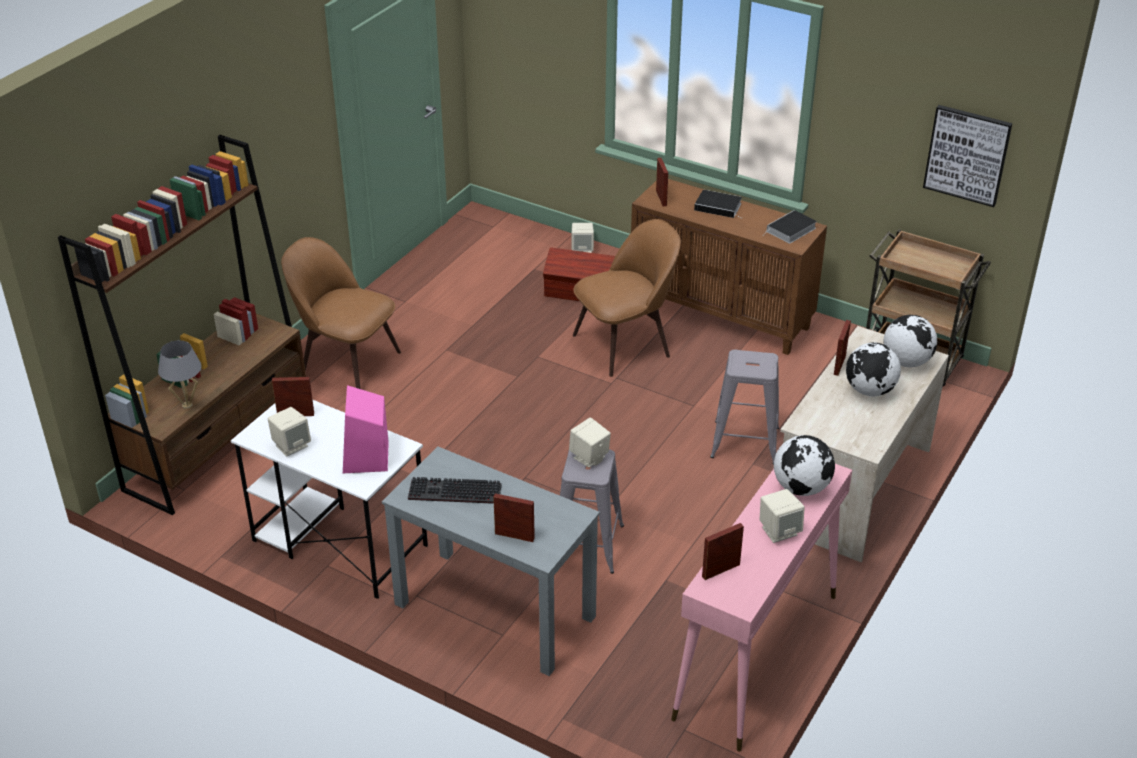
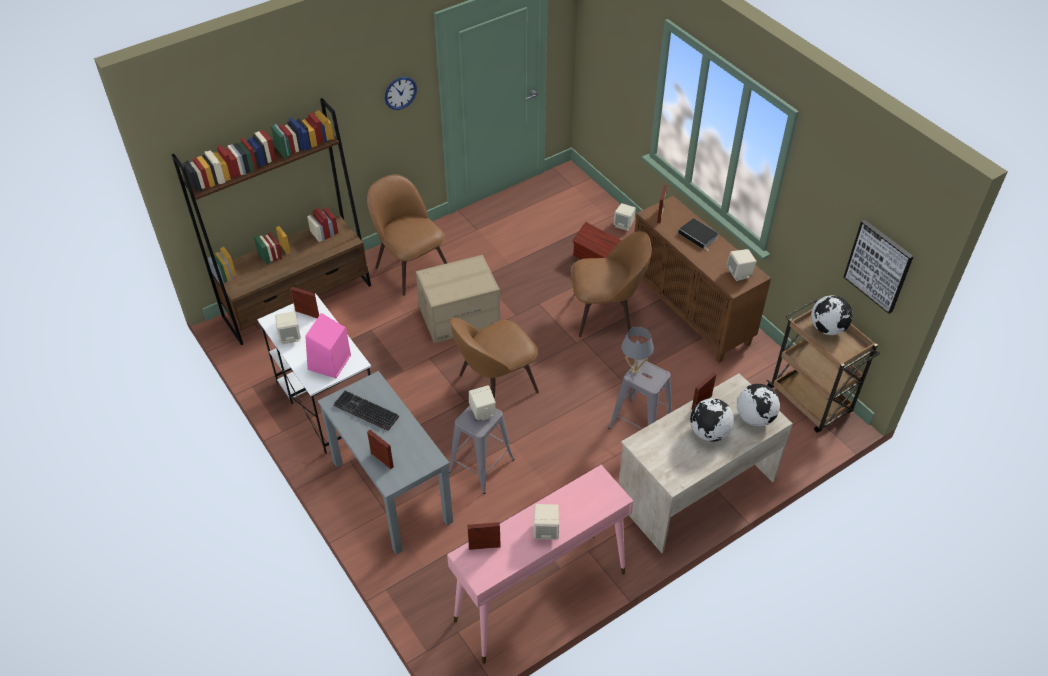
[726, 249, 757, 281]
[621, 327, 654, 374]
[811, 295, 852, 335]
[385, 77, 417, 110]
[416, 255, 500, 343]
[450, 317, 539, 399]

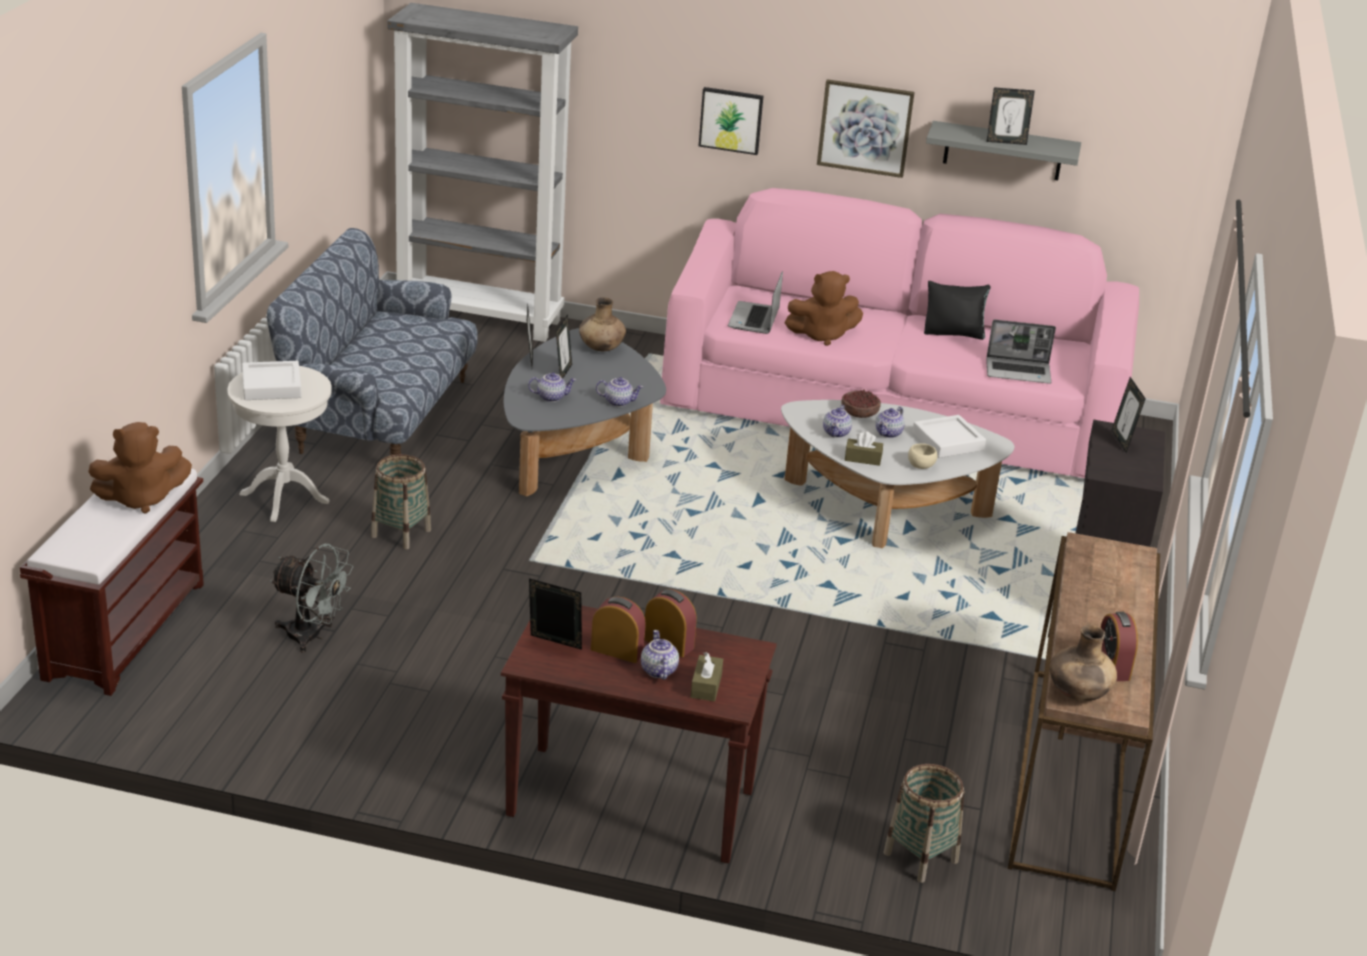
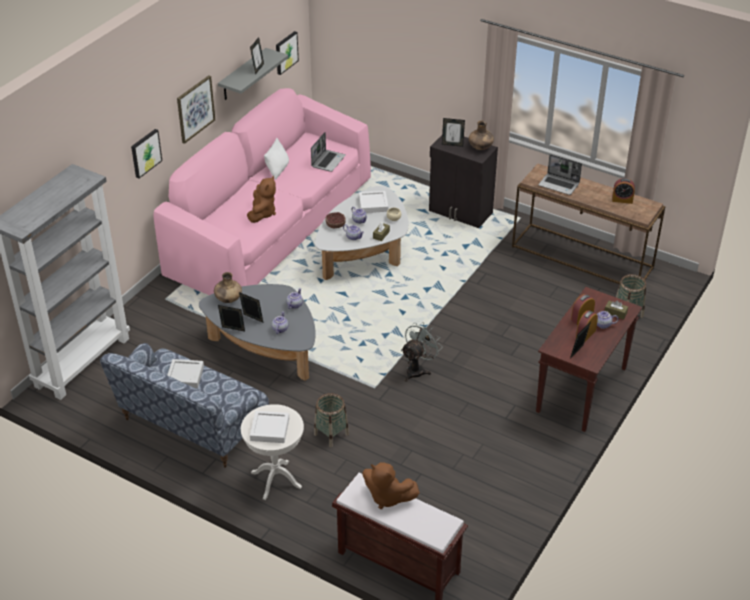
[538, 154, 582, 195]
[264, 138, 289, 179]
[362, 462, 420, 509]
[401, 322, 443, 382]
[469, 120, 494, 150]
[276, 31, 299, 75]
[167, 359, 204, 388]

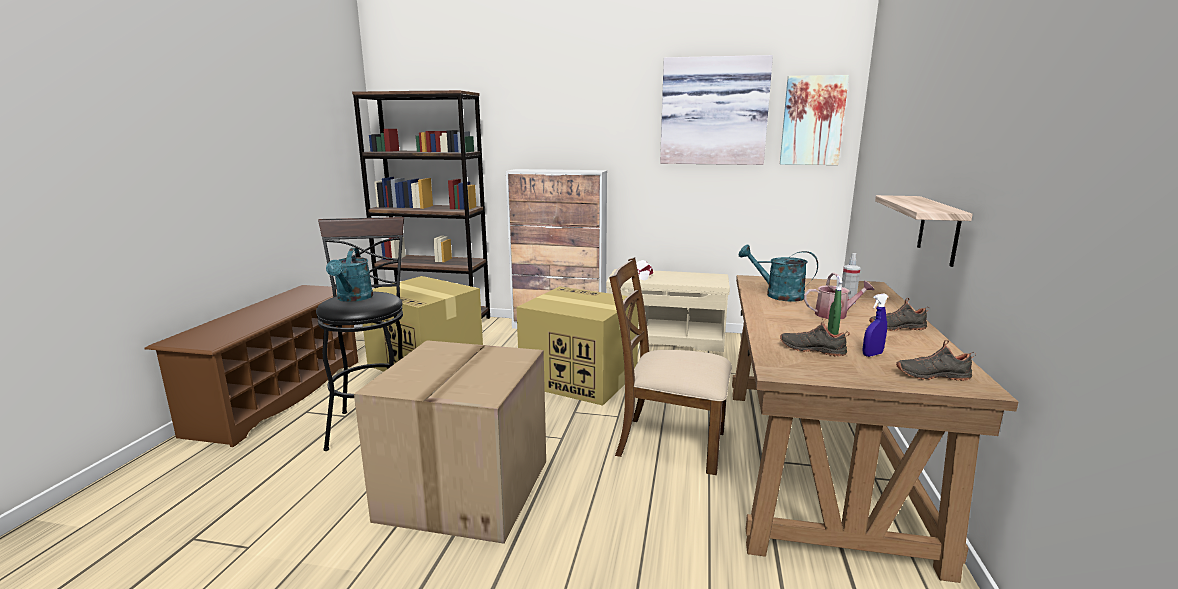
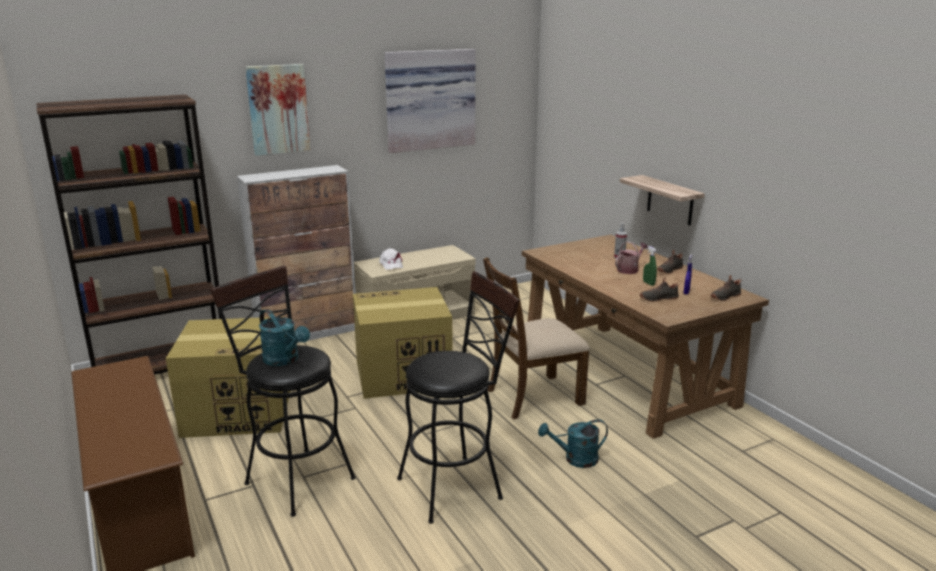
[245, 64, 310, 156]
[538, 419, 608, 468]
[397, 271, 520, 524]

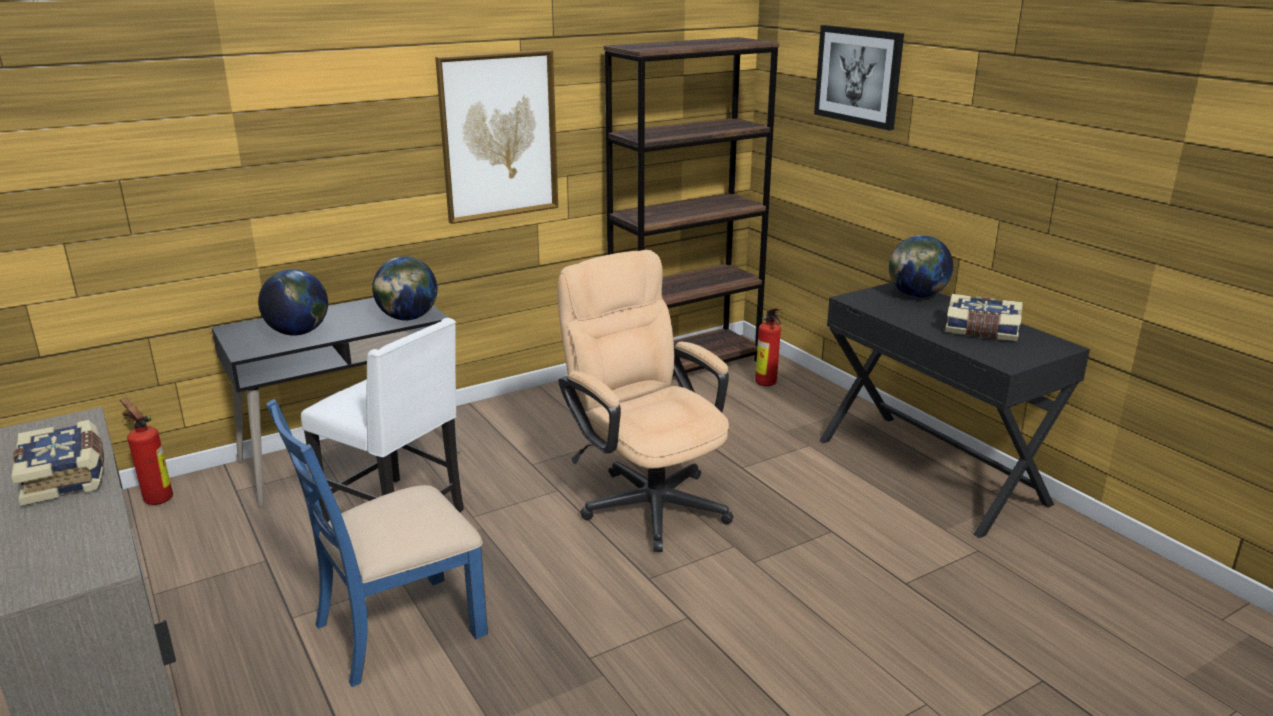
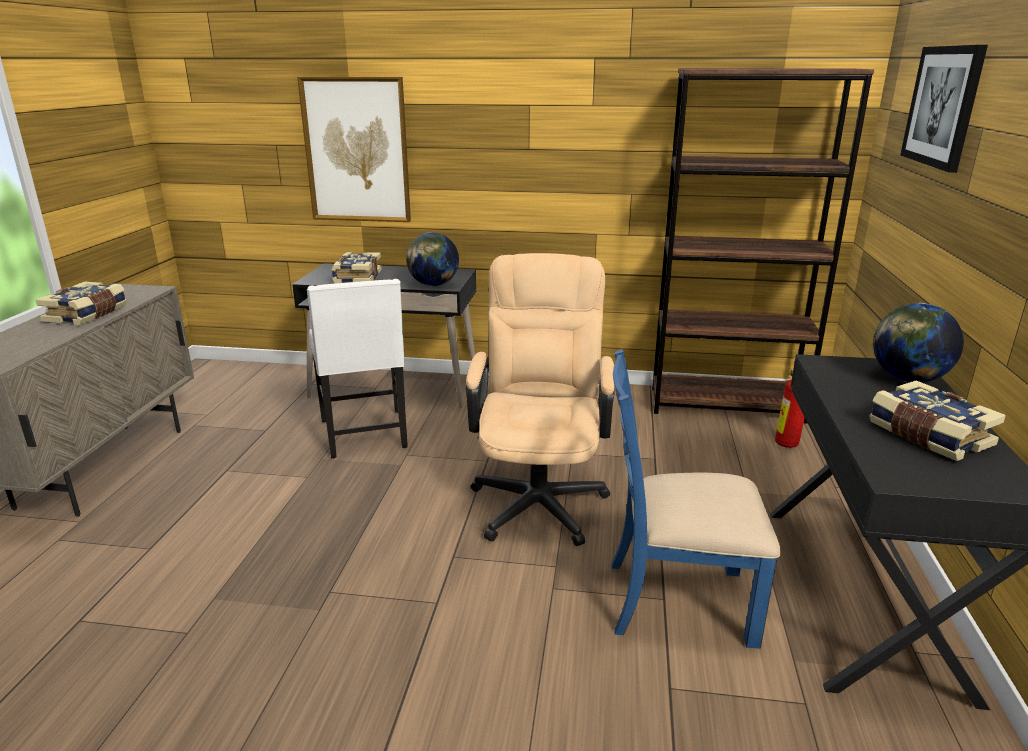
[297, 77, 411, 222]
[331, 252, 382, 284]
[120, 397, 173, 505] (first image)
[611, 349, 781, 649]

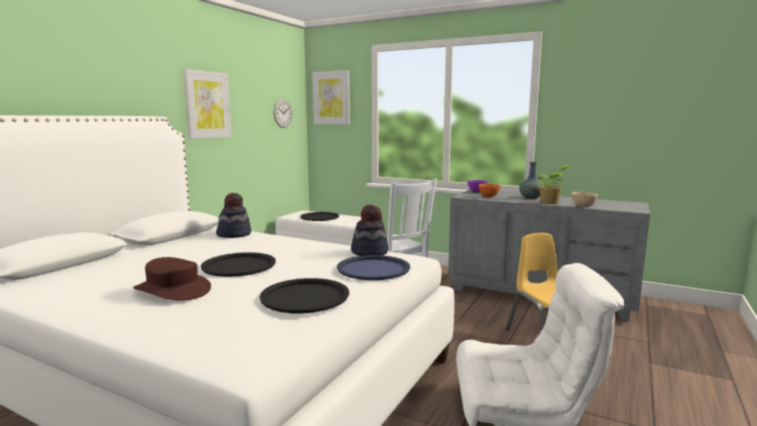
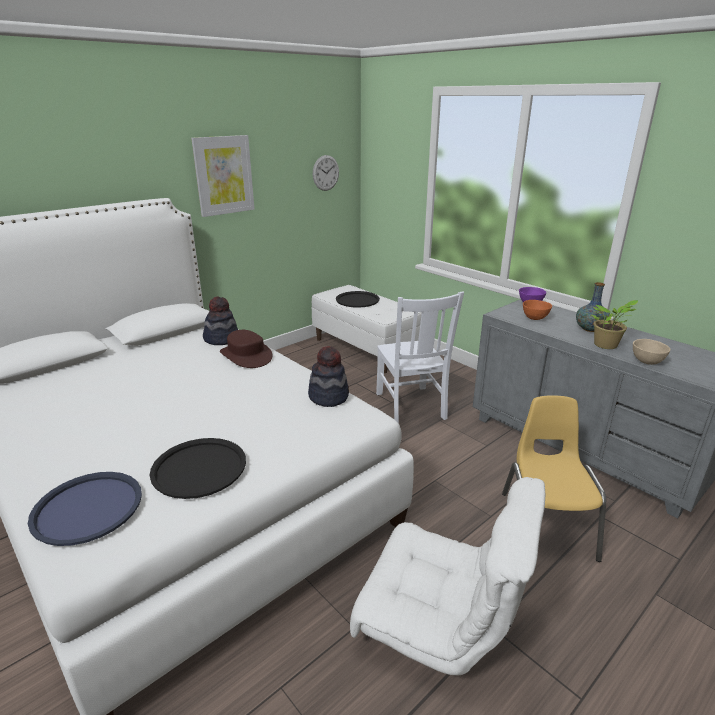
[312, 70, 350, 124] (first image)
[201, 252, 276, 277] (first image)
[28, 472, 142, 546]
[220, 330, 273, 368]

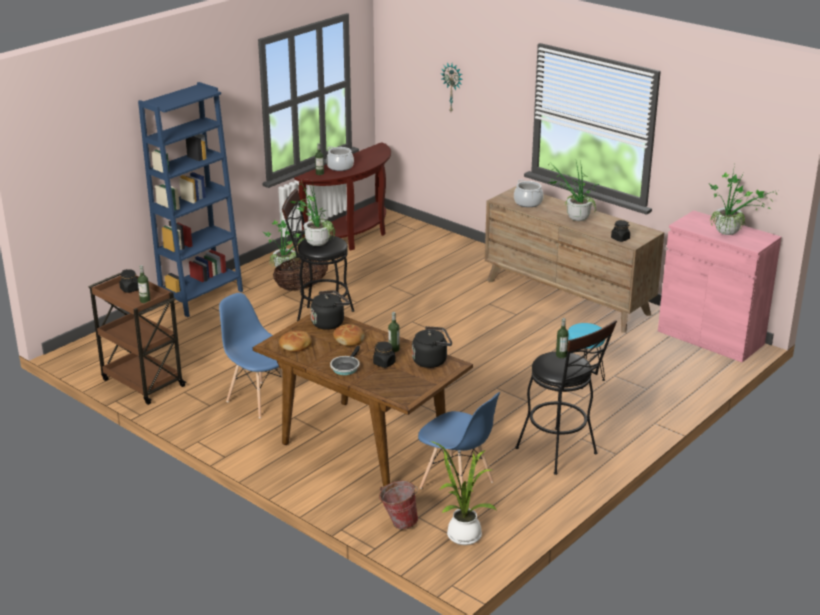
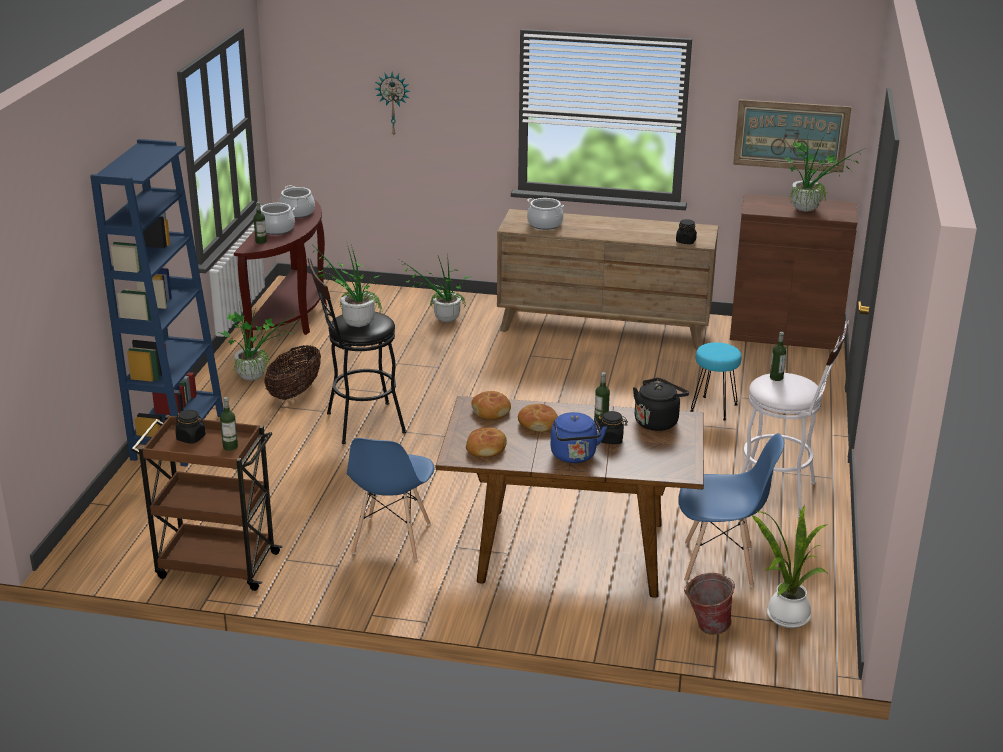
[400, 254, 471, 322]
[730, 194, 857, 350]
[471, 391, 511, 420]
[347, 438, 435, 561]
[741, 319, 849, 518]
[551, 412, 607, 463]
[733, 99, 852, 173]
[279, 185, 315, 218]

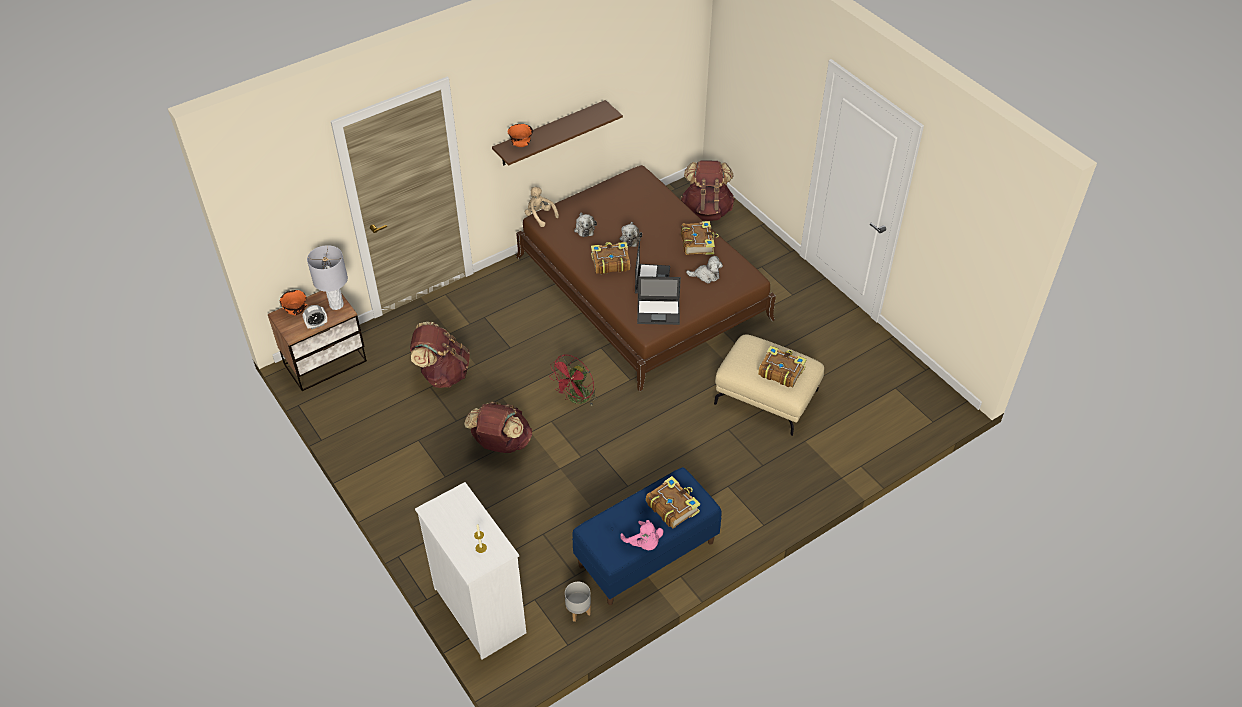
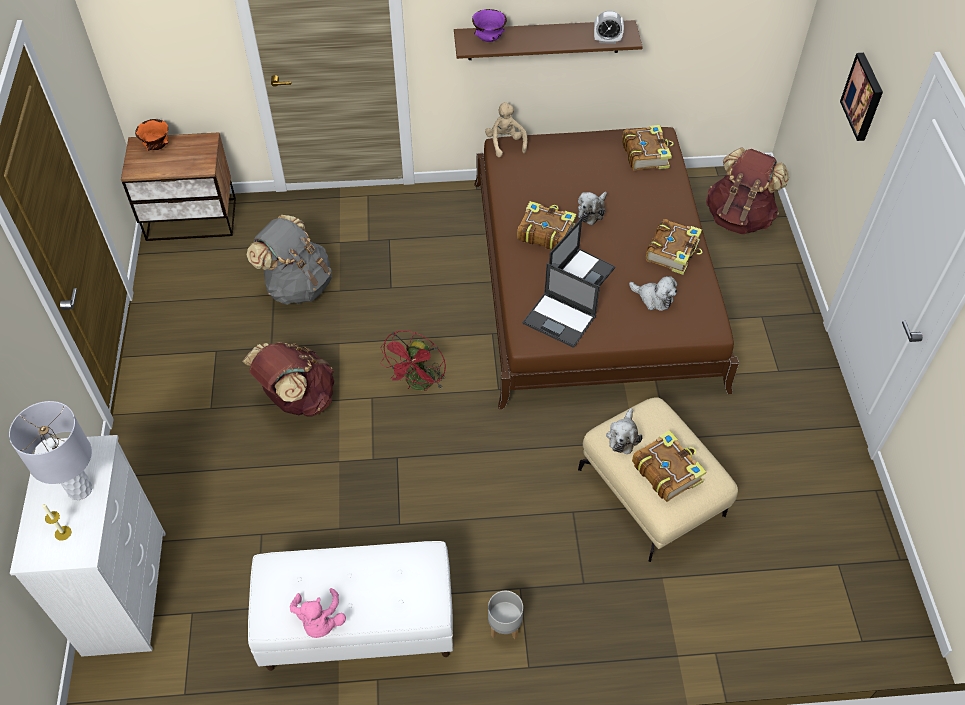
[472, 9, 507, 42]
[606, 408, 643, 454]
[9, 401, 93, 500]
[594, 11, 624, 44]
[247, 215, 332, 305]
[380, 330, 446, 391]
[248, 541, 453, 671]
[622, 125, 674, 171]
[488, 591, 523, 639]
[840, 53, 883, 141]

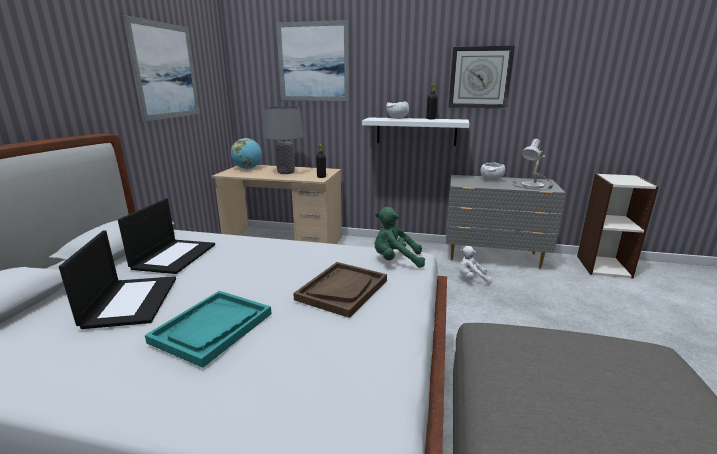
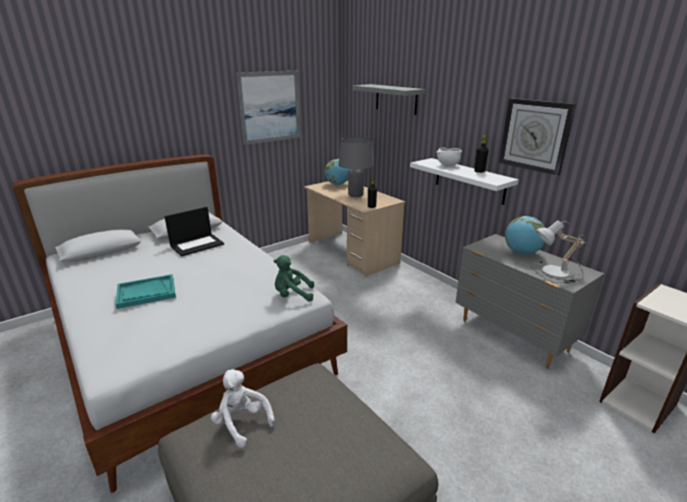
[352, 84, 425, 115]
[505, 216, 545, 254]
[274, 255, 314, 302]
[59, 230, 176, 329] (first image)
[211, 369, 275, 448]
[293, 262, 387, 318] (first image)

